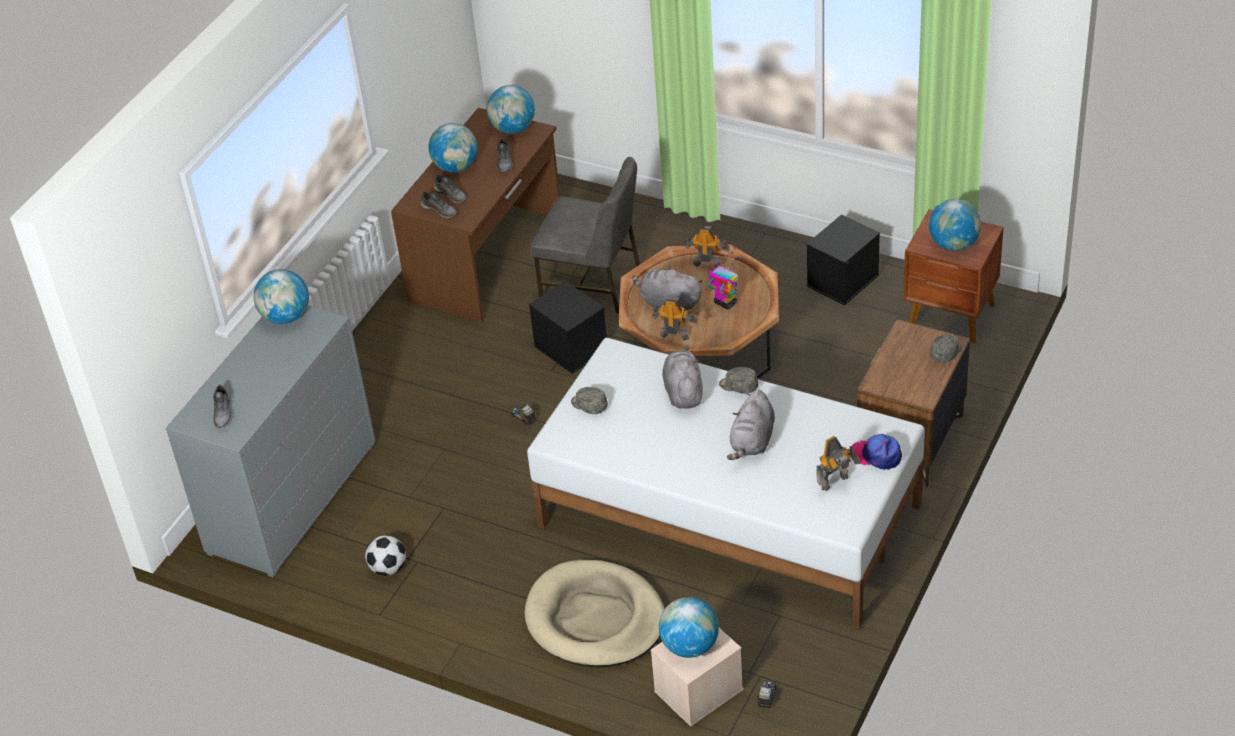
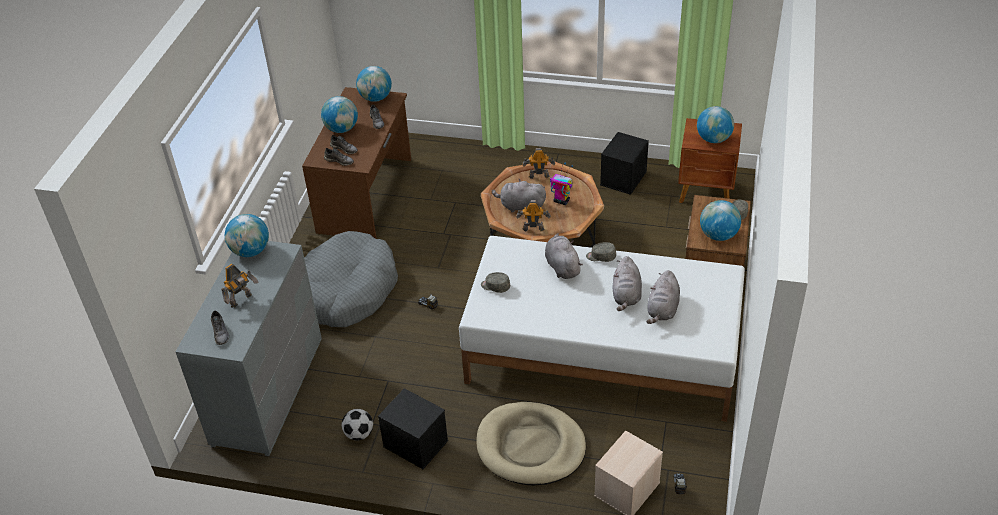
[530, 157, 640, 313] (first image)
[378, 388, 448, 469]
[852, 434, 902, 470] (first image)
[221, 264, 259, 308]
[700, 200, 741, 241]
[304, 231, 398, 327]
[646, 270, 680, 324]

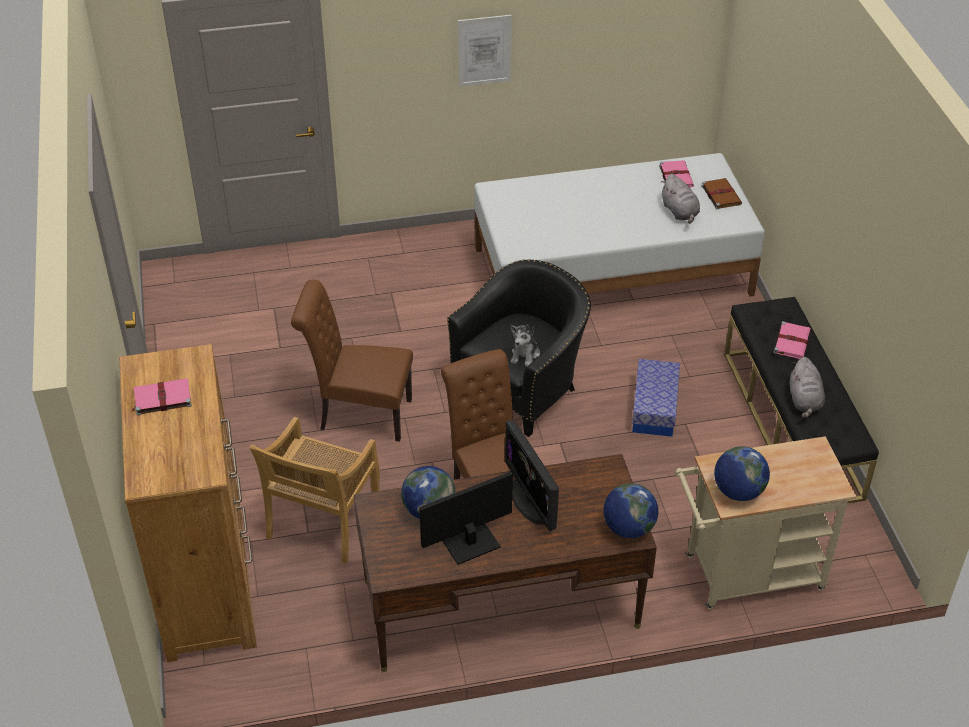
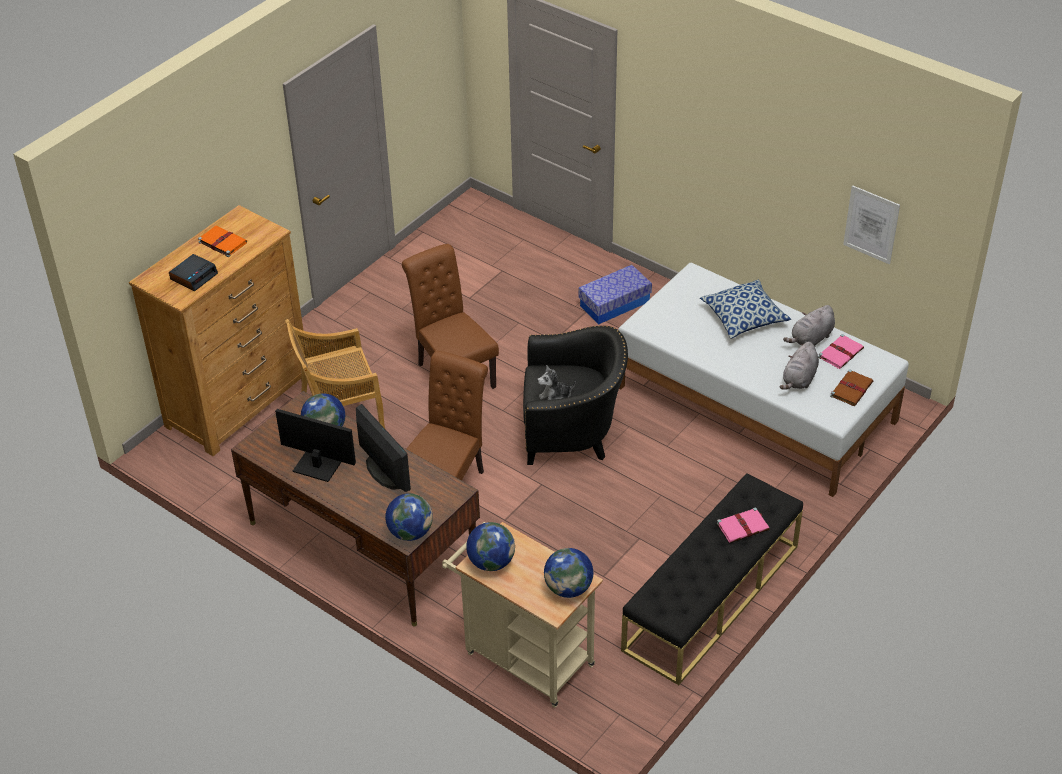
[843, 185, 900, 264]
[783, 305, 835, 346]
[579, 265, 652, 324]
[198, 225, 247, 257]
[356, 404, 411, 492]
[169, 254, 218, 291]
[700, 280, 791, 339]
[544, 548, 593, 598]

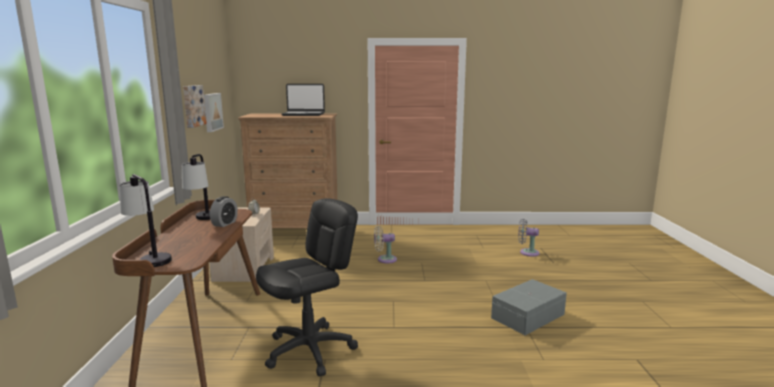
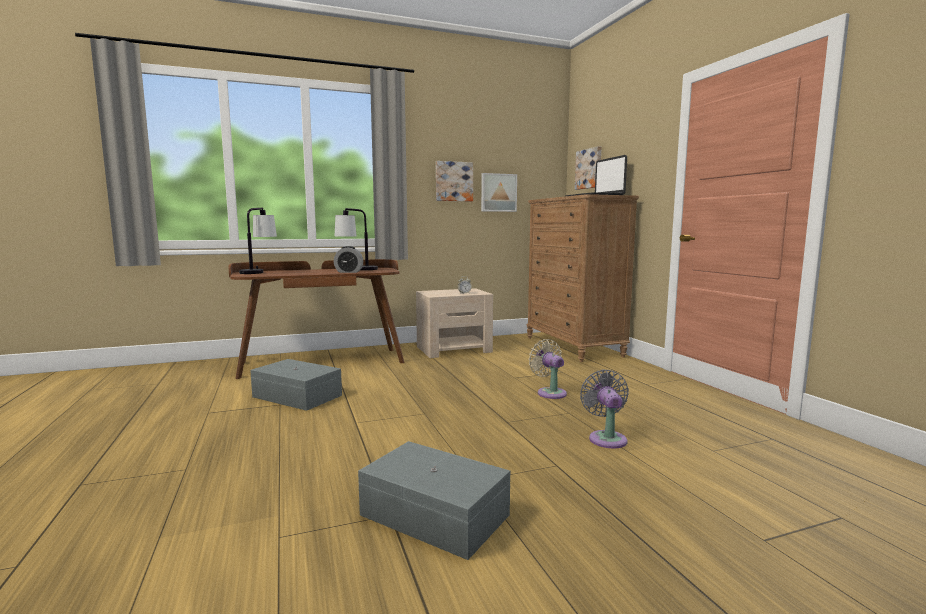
[250, 359, 342, 411]
[580, 369, 629, 448]
[575, 146, 601, 190]

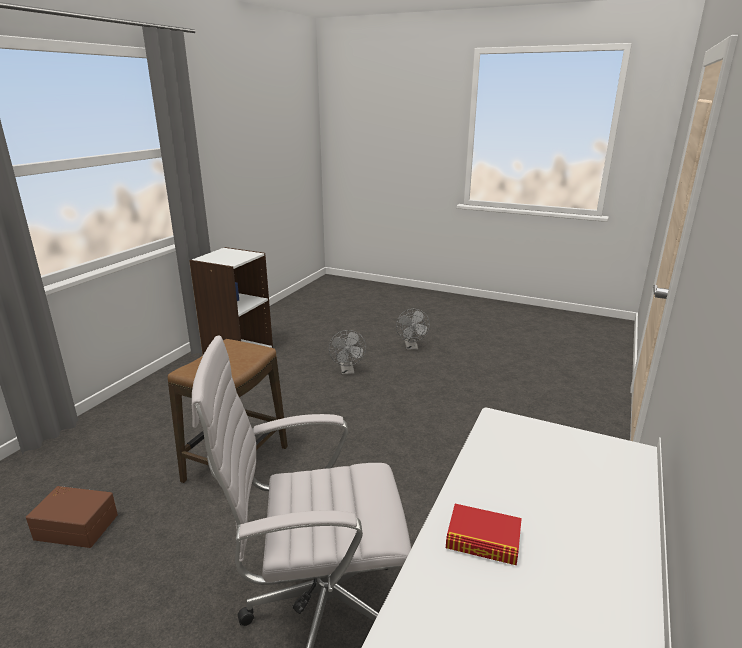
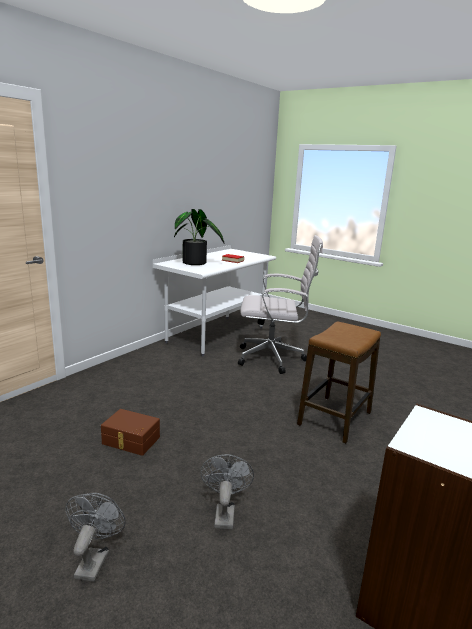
[101, 409, 160, 456]
[174, 209, 224, 265]

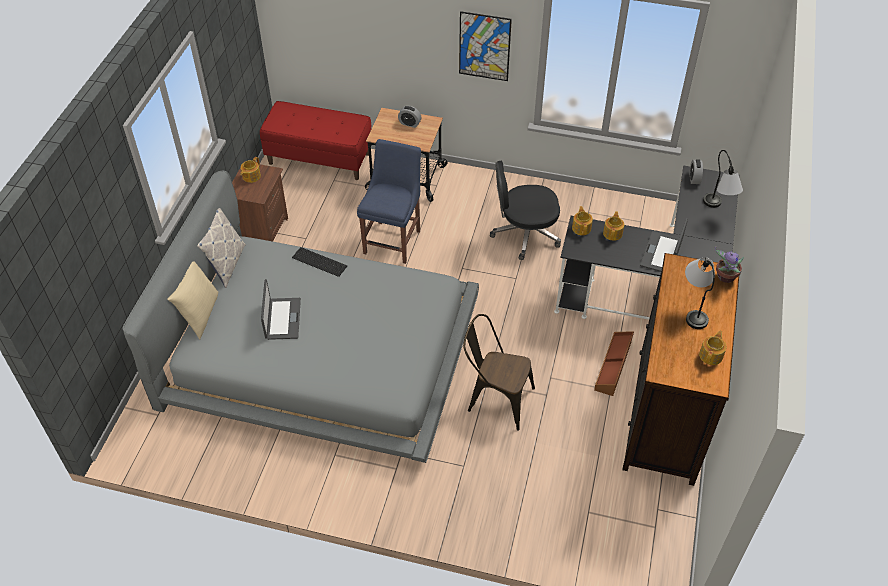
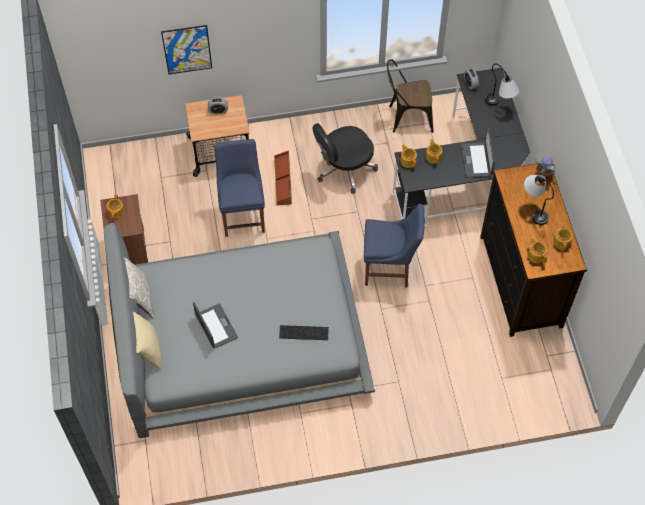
[161, 25, 212, 74]
[260, 101, 371, 180] (first image)
[279, 325, 329, 340]
[387, 60, 433, 133]
[274, 150, 292, 205]
[364, 204, 425, 288]
[528, 237, 547, 263]

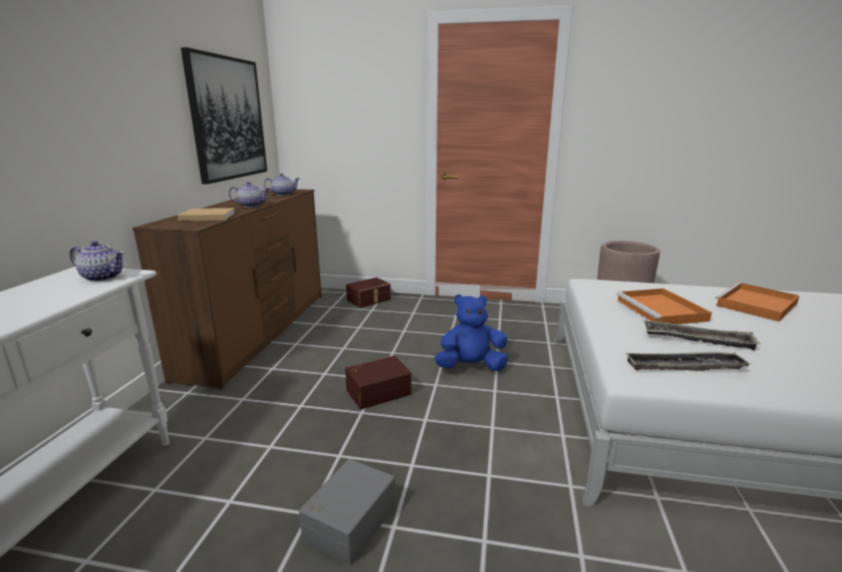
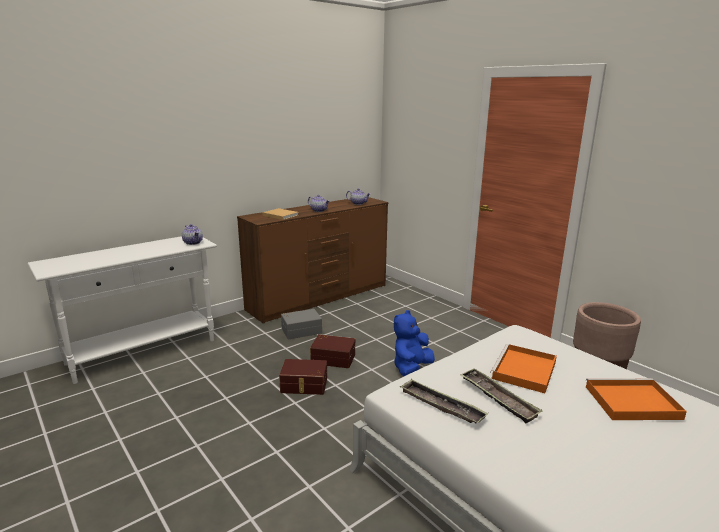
[181, 47, 267, 184] (first image)
[279, 359, 327, 395]
[394, 310, 435, 377]
[281, 309, 322, 339]

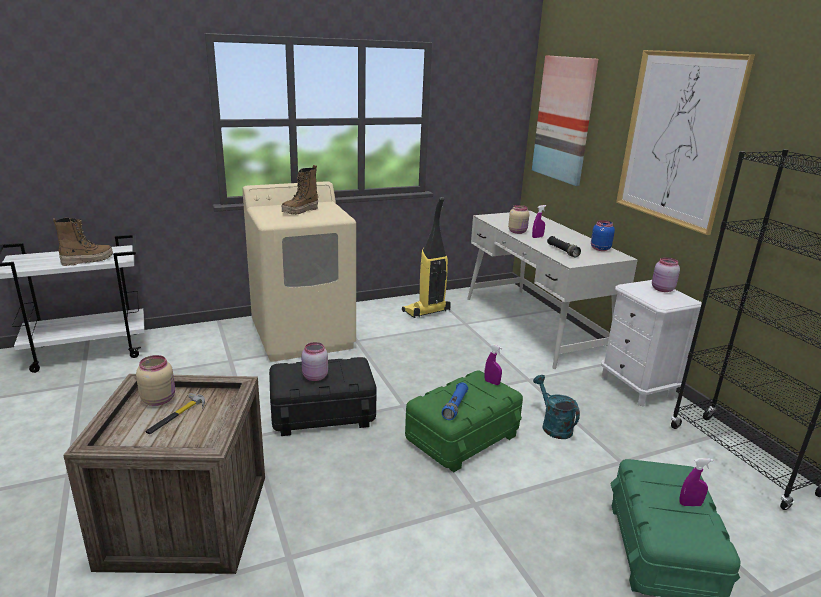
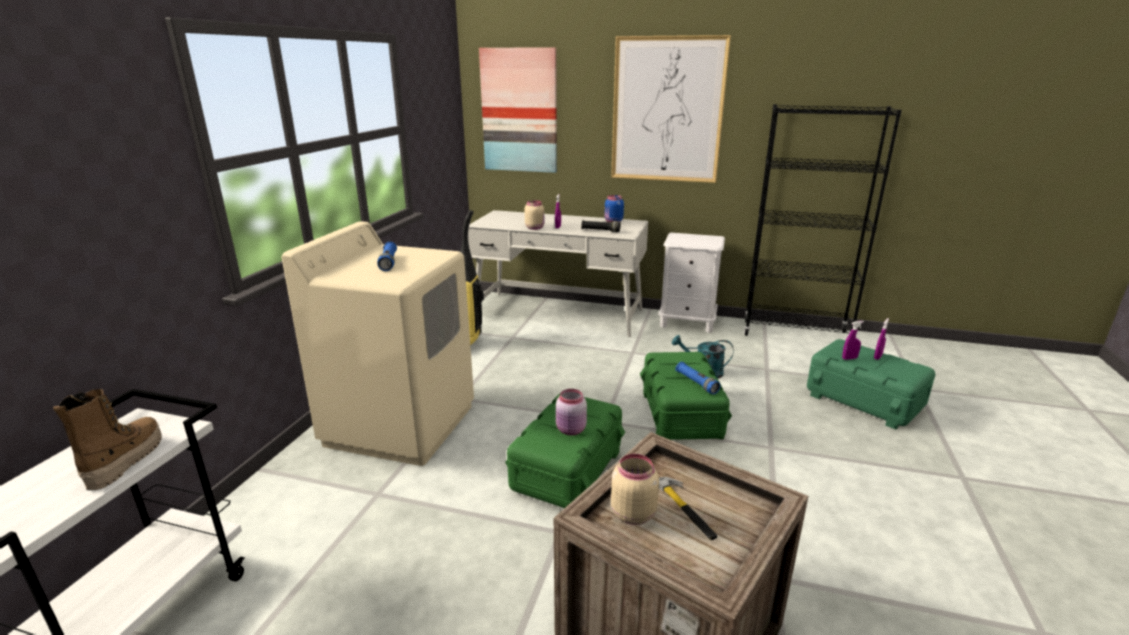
[377, 242, 397, 271]
[652, 257, 680, 292] (first image)
[842, 321, 864, 360]
[505, 394, 625, 508]

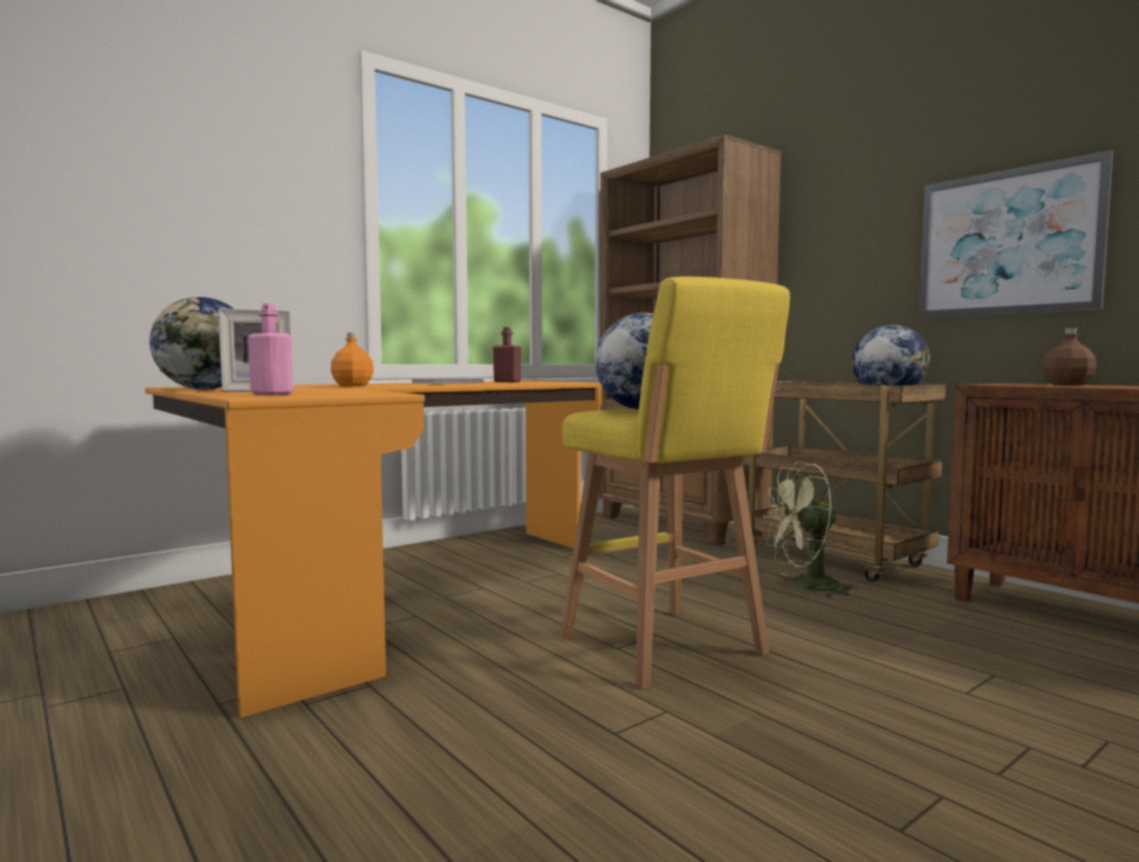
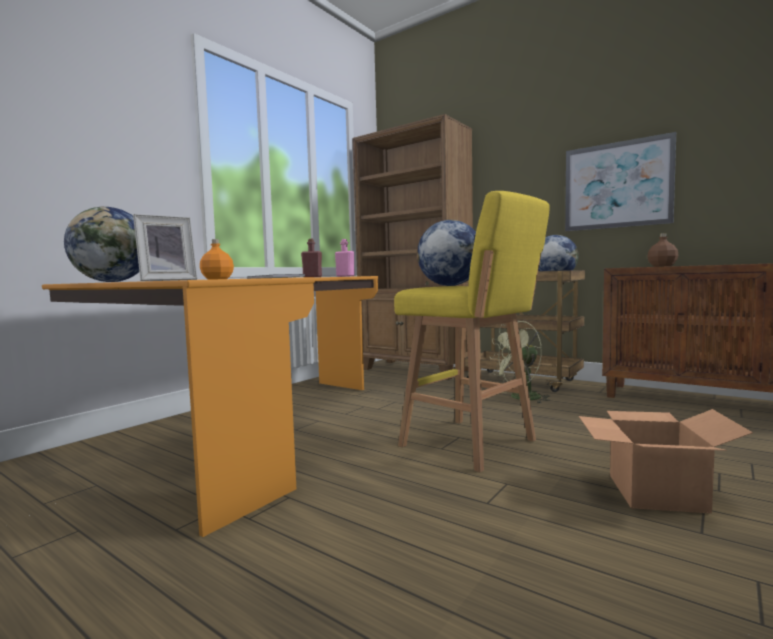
[335, 239, 355, 277]
[579, 409, 753, 514]

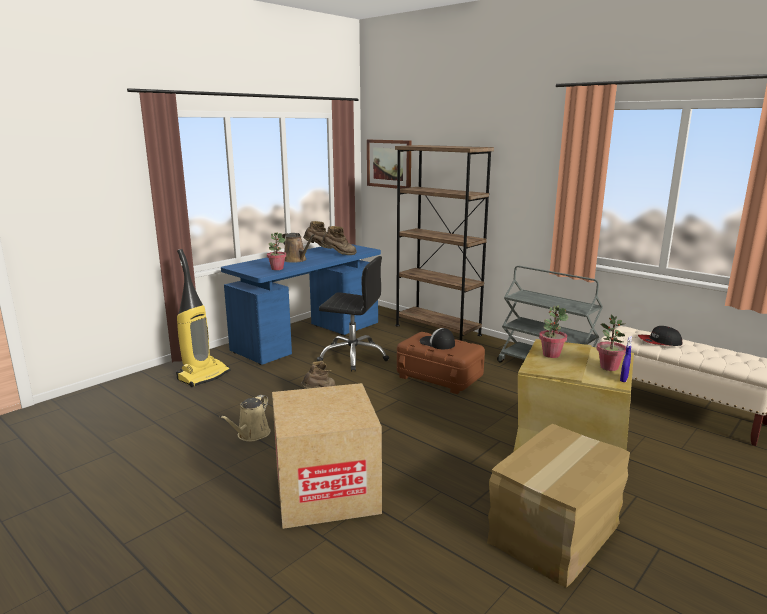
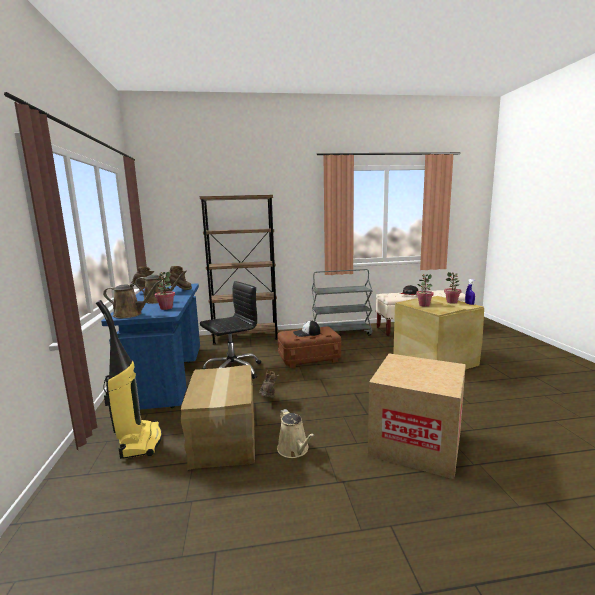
[367, 140, 412, 189] (first image)
[181, 365, 255, 470]
[103, 280, 161, 318]

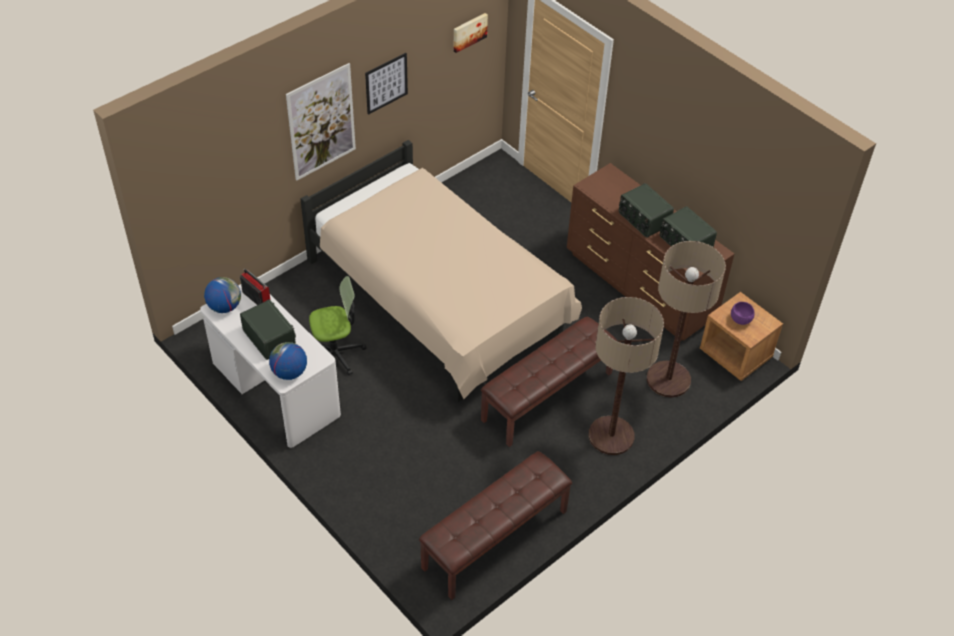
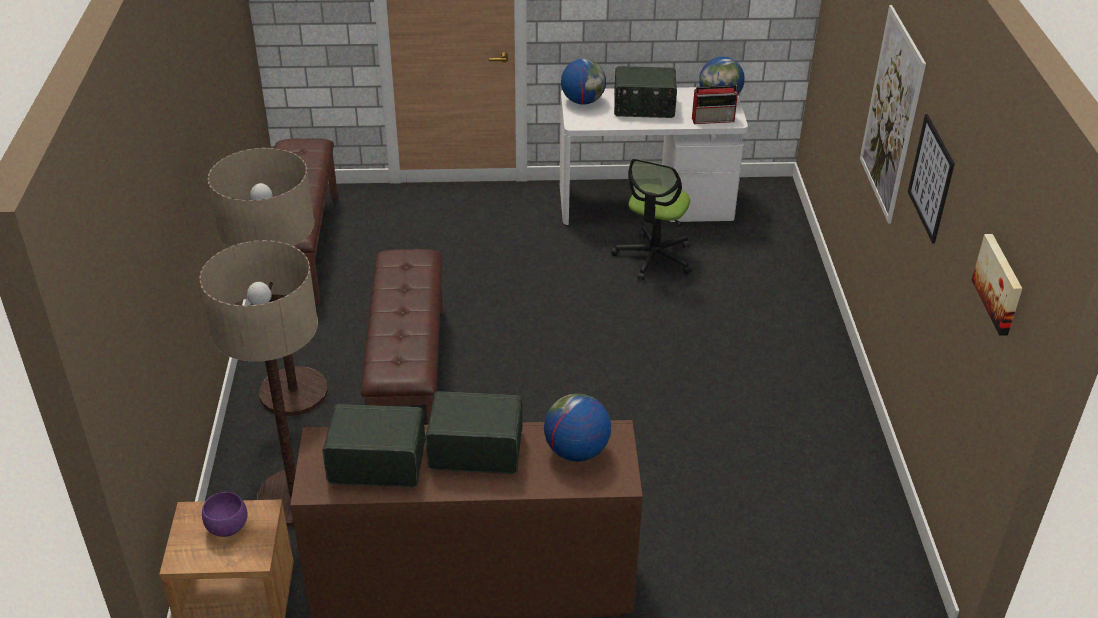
[300, 140, 582, 402] (first image)
[544, 394, 611, 461]

